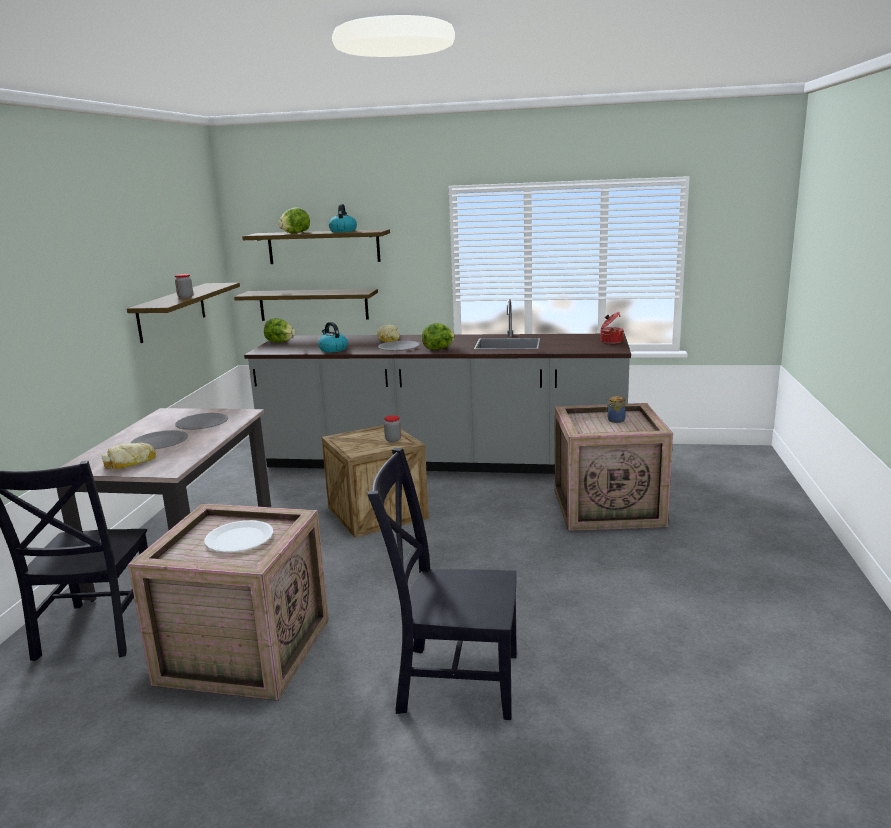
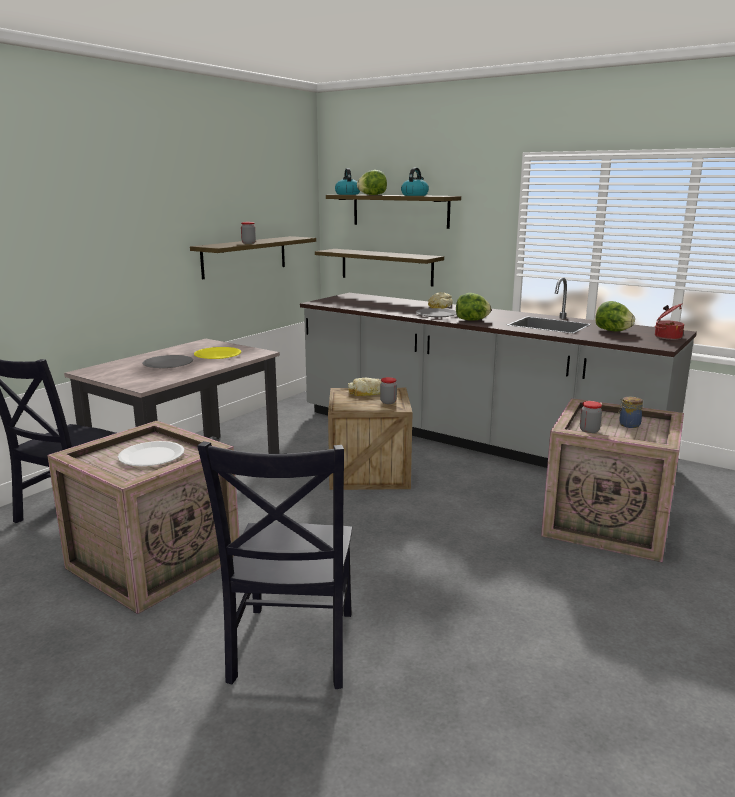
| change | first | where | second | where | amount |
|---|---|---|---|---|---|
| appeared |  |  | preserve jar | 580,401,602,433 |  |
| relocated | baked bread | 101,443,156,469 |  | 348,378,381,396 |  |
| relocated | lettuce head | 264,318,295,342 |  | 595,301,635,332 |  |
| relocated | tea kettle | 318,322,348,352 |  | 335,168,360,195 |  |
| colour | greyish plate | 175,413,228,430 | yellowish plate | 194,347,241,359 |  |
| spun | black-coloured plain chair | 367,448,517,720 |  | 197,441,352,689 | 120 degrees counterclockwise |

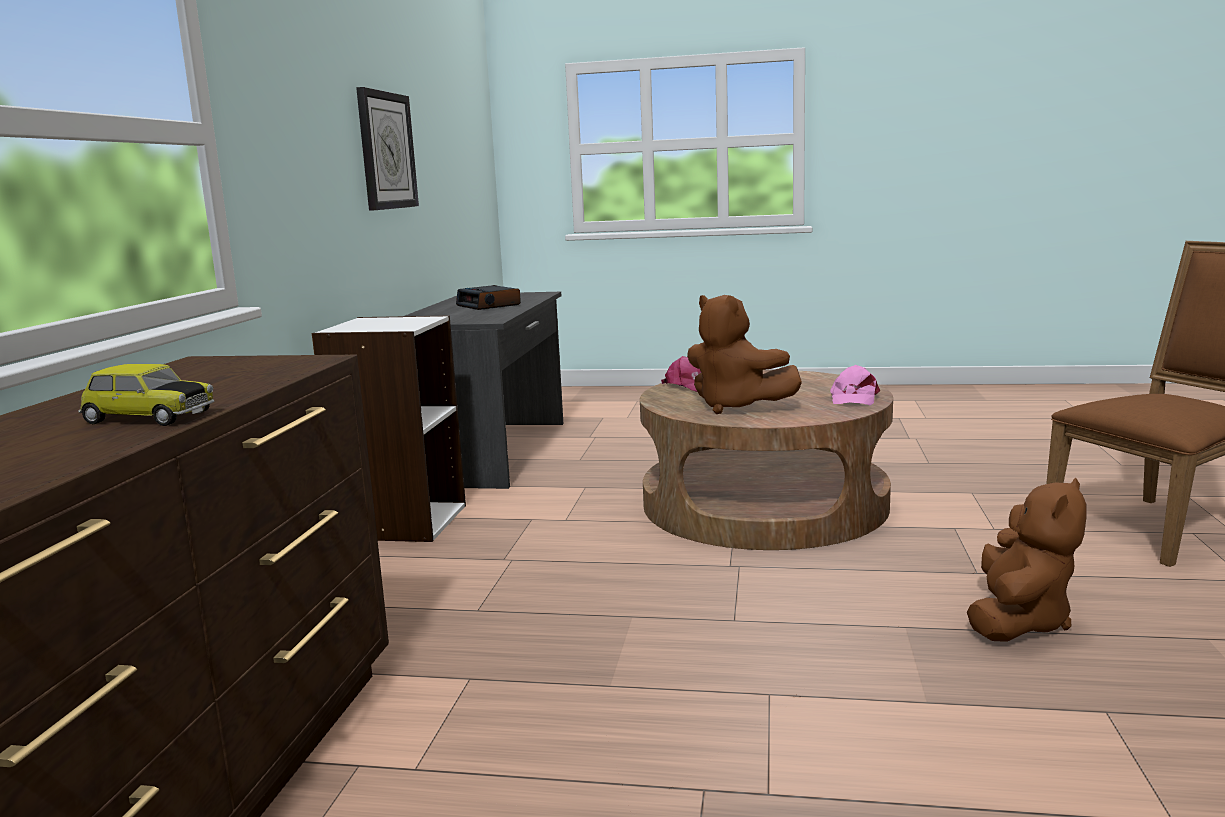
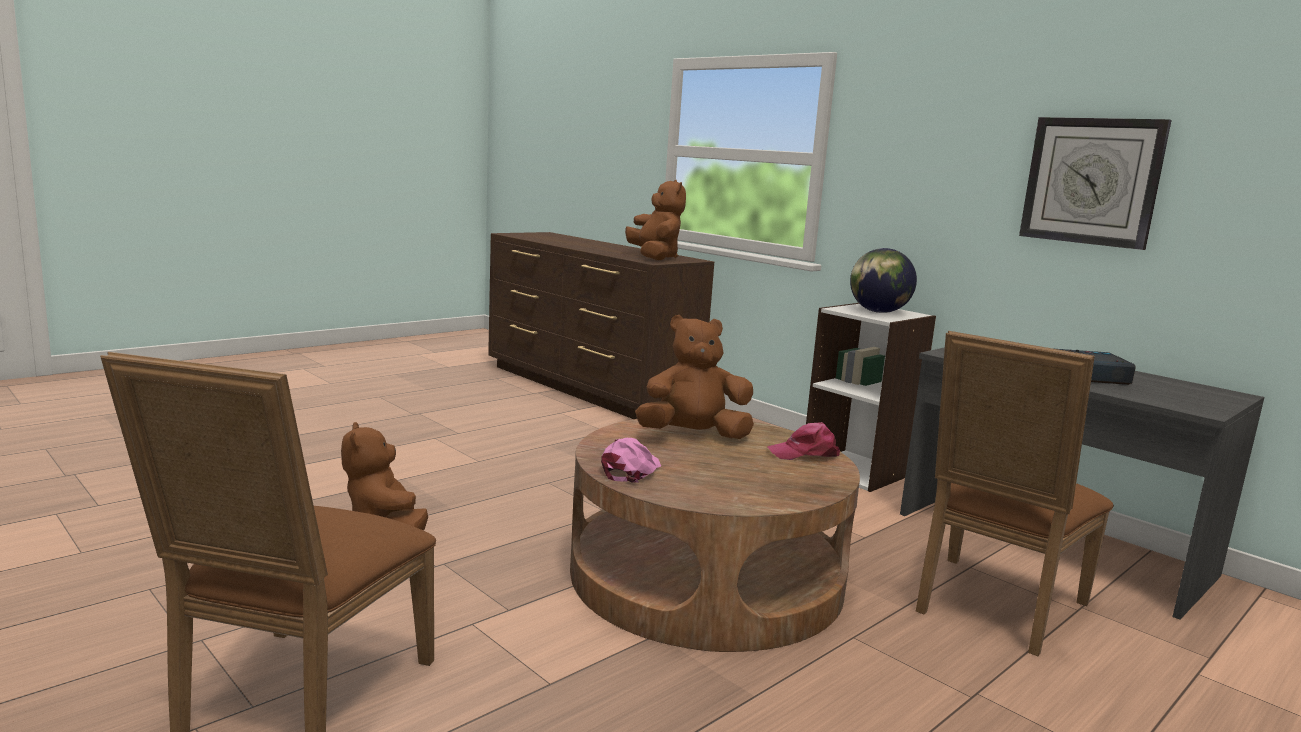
| change | first | where | second | where | amount |
|---|---|---|---|---|---|
| missing | miniature car | 78,364,215,426 |  |  |  |
| appeared |  |  | brownish soft toy | 625,180,686,260 |  |
| appeared |  |  | world globe | 850,248,917,313 |  |
| appeared |  |  | brownish plain chair | 916,331,1114,656 |  |
| spun | pink cap | 830,365,880,405 |  | 601,438,661,483 | 60 degrees clockwise |

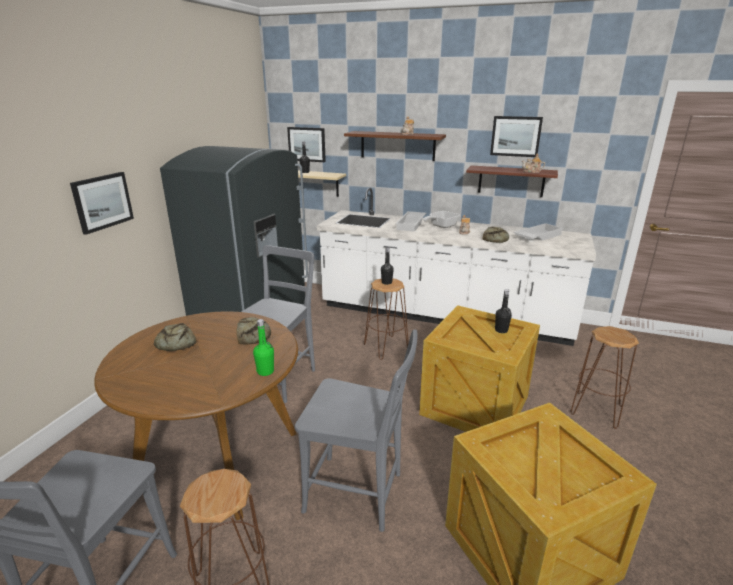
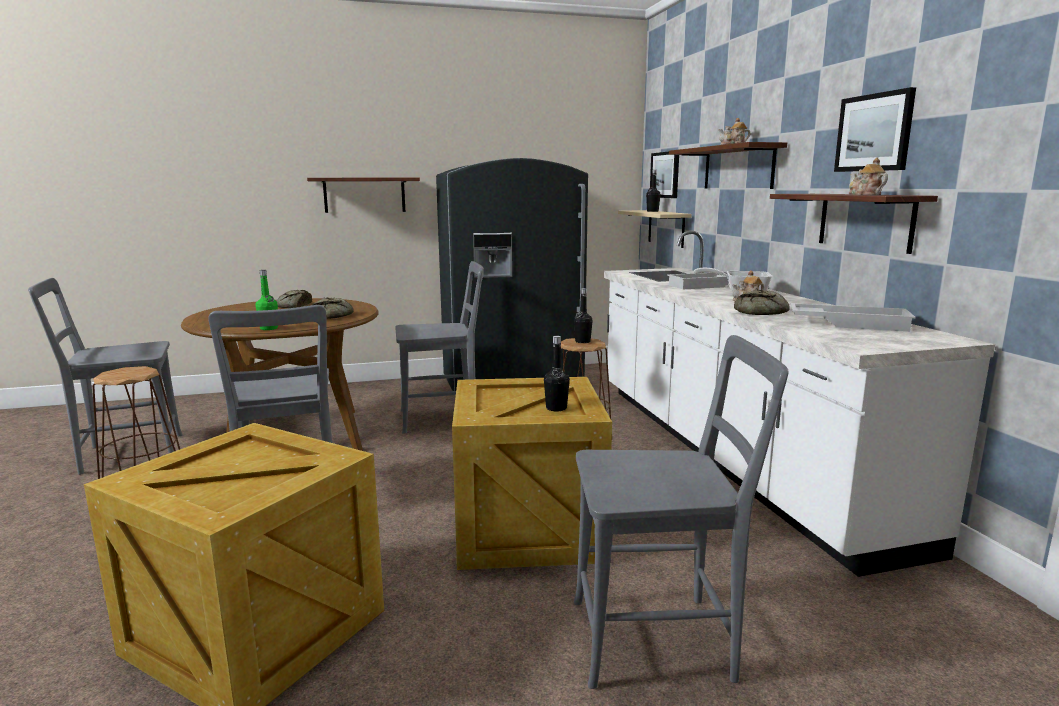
| change | first | where | second | where | amount |
|---|---|---|---|---|---|
| exchanged | wall art | 70,172,134,235 | bracket shelf | 307,178,420,213 |  |
| exchanged | brownish sitting stool | 571,326,639,429 | greyish plain chair | 574,335,789,689 |  |

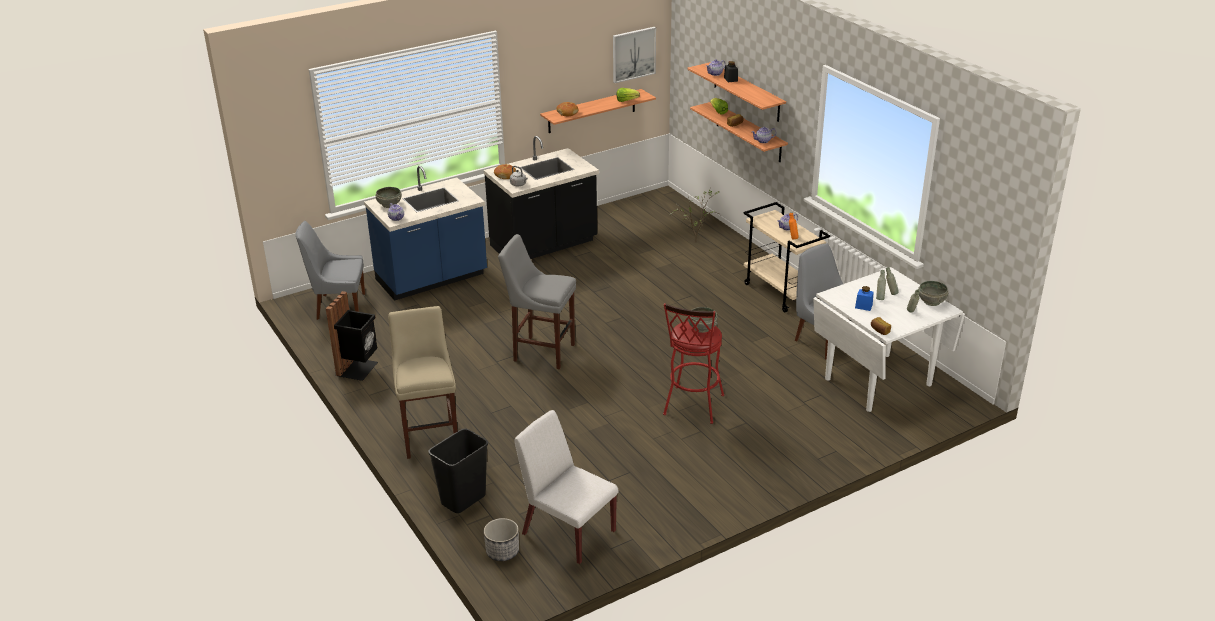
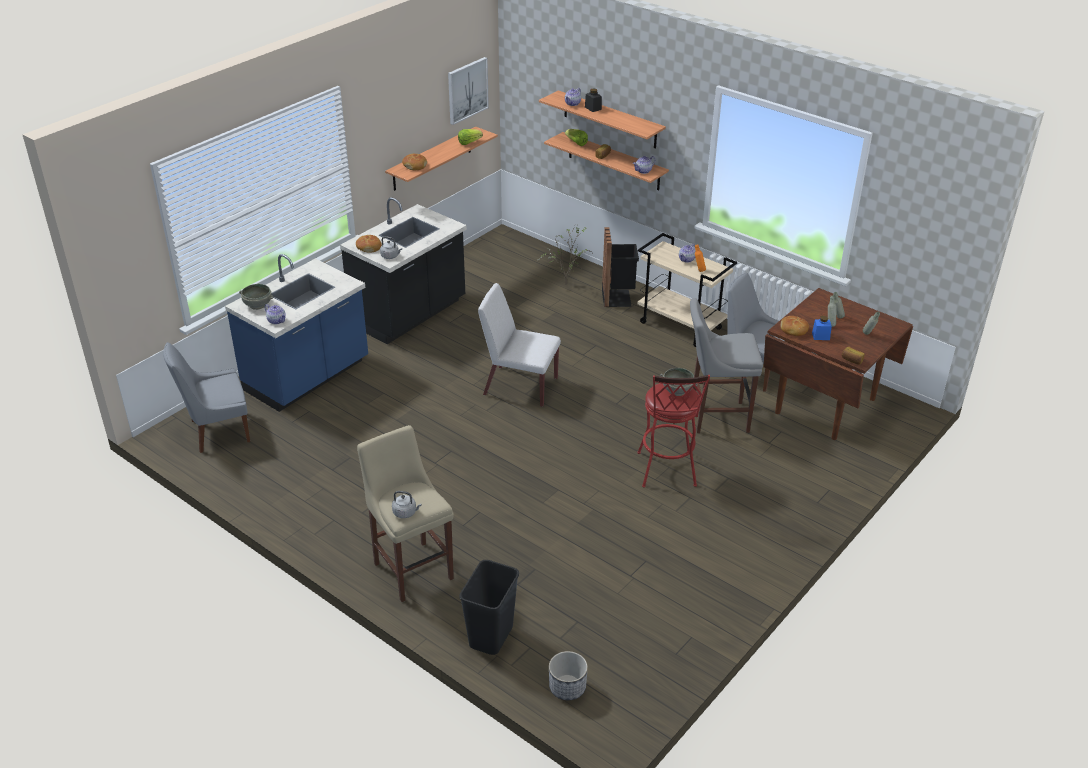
| change | first | where | second | where | amount |
|---|---|---|---|---|---|
| missing | greyish serving bowl | 918,281,949,306 |  |  |  |
| appeared |  |  | greyish tea kettle | 392,491,422,518 |  |
| appeared |  |  | baked bread | 780,316,809,336 |  |
| relocated | black-coloured trash can | 326,291,378,381 |  | 602,227,639,307 |  |
| relocated | greyish sitting stool | 498,234,576,369 |  | 690,298,763,433 |  |
| relocated | whitish plain chair | 514,410,619,564 |  | 478,283,561,407 |  |
| colour | whitish dining table | 813,267,965,412 | brownish dining table | 764,288,913,440 |  |

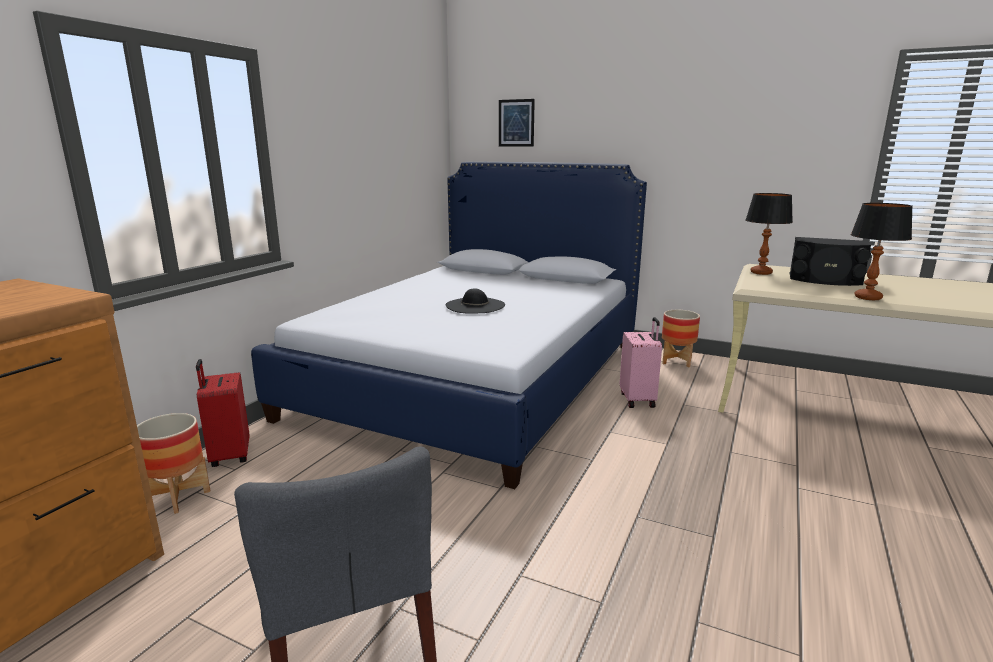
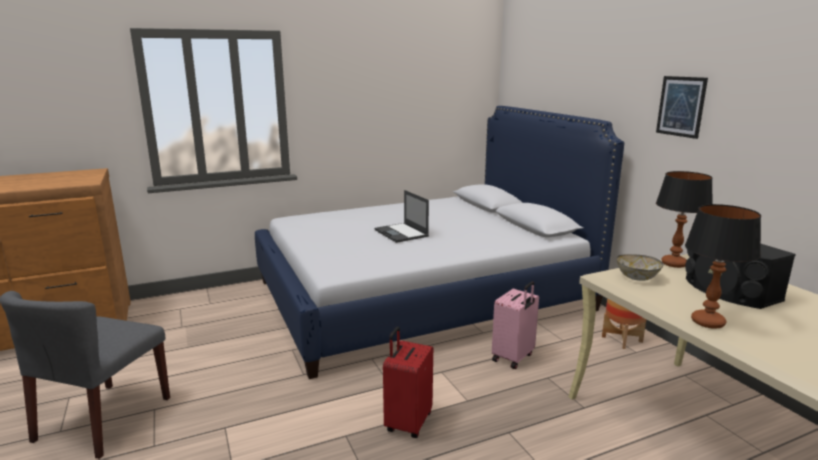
| change | first | where | second | where | amount |
|---|---|---|---|---|---|
| missing | plant pot | 137,413,210,514 |  |  |  |
| appeared |  |  | serving bowl | 617,254,664,281 |  |
| relocated | red-coloured travel case | 196,359,249,467 |  | 383,327,433,438 |  |
| relocated | wall art | 499,99,535,146 |  | 656,76,708,139 |  |
| exchanged | black-coloured hat | 446,288,505,313 | laptop | 375,190,429,243 |  |

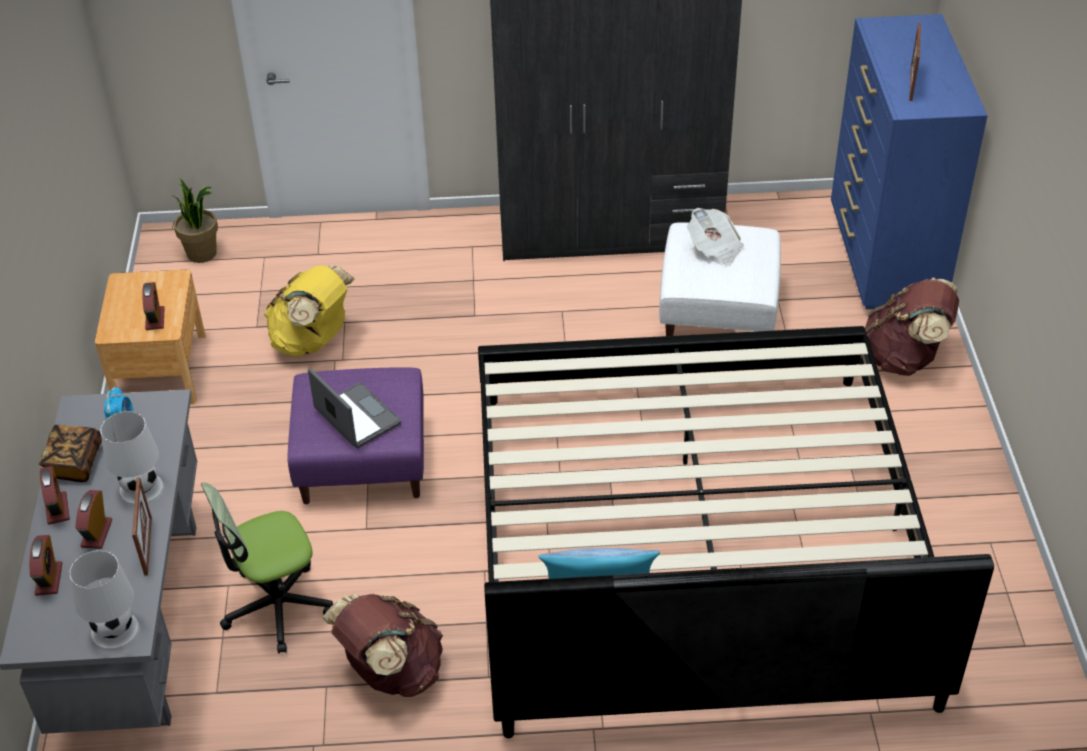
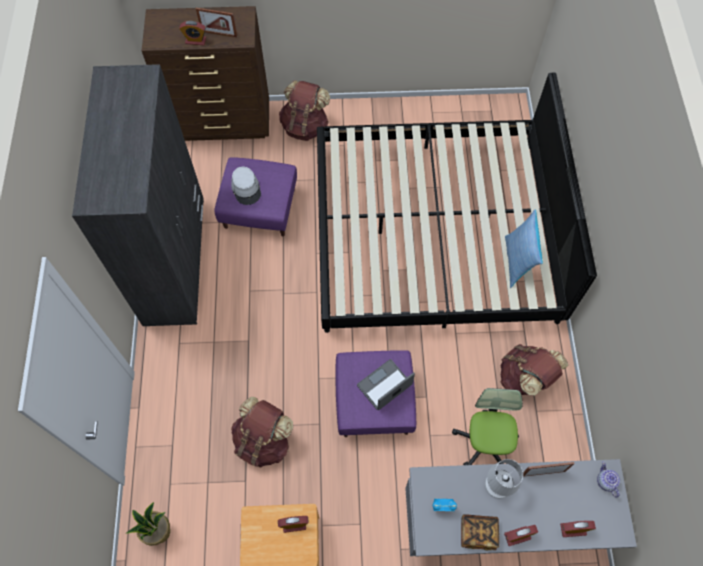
| change | first | where | second | where | amount |
|---|---|---|---|---|---|
| relocated | table clock | 75,490,112,549 |  | 179,21,206,45 |  |
| exchanged | whitish lamp for a table | 69,550,140,651 | pot for tea | 597,462,620,498 |  |
| exchanged | newspaper | 687,208,744,266 | greyish hat | 231,167,261,205 |  |
| colour | yellowish knapsack | 264,265,355,356 | brownish knapsack | 231,397,293,468 |  |
| colour | whitish pouffe | 659,222,781,336 | purple pouffe | 214,157,297,236 |  |
| colour | bluish dresser | 831,14,988,309 | brownish dresser | 142,6,269,141 |  |
| spun | office chair | 201,482,333,653 |  | 452,388,523,465 | 150 degrees counterclockwise |

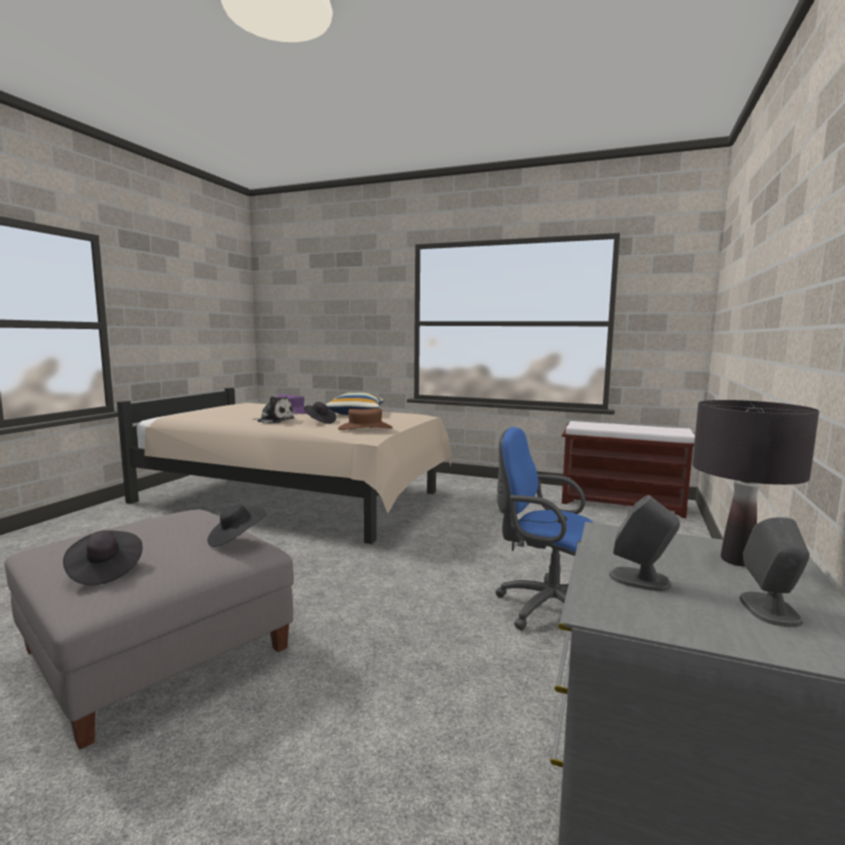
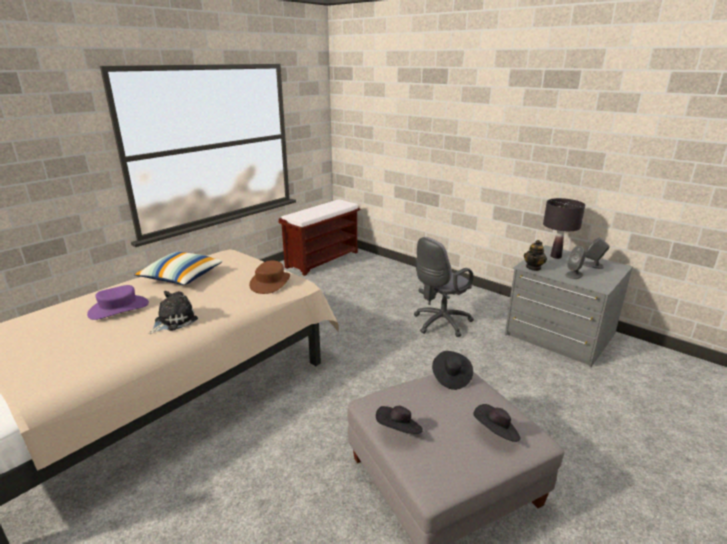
| change | first | where | second | where | amount |
|---|---|---|---|---|---|
| appeared |  |  | pot for tea | 524,240,547,271 |  |
| relocated | black-coloured hat | 304,402,336,424 |  | 376,406,423,434 |  |
| colour | bluish office chair | 495,427,593,630 | greyish office chair | 414,237,474,337 |  |

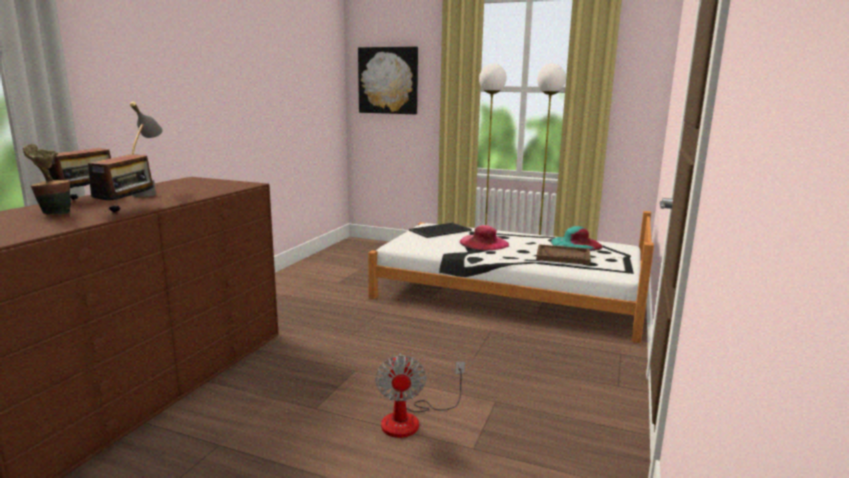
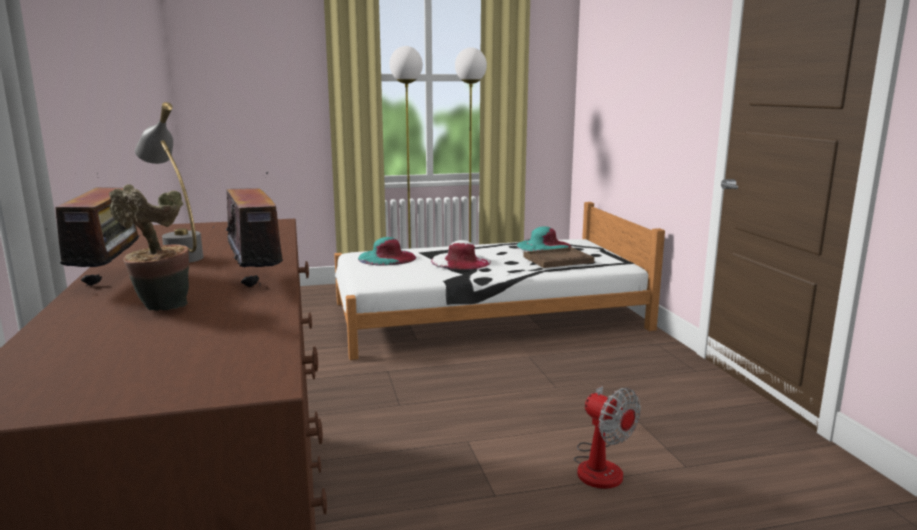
| change | first | where | second | where | amount |
|---|---|---|---|---|---|
| missing | wall art | 358,46,418,114 |  |  |  |
| exchanged | tray | 409,223,472,238 | turquoise hat | 358,237,416,265 |  |
| colour | pink hat | 460,225,509,250 | whitish hat | 431,240,491,270 |  |

